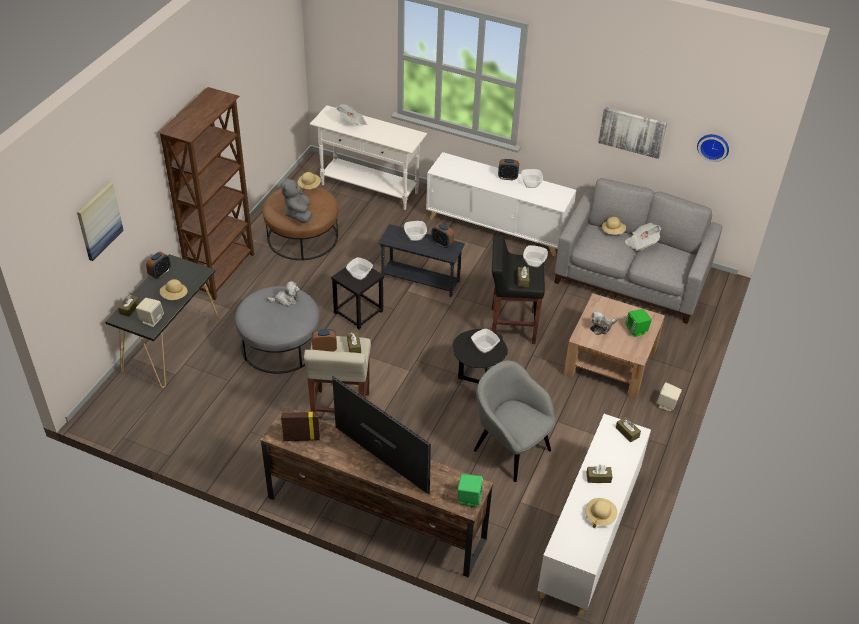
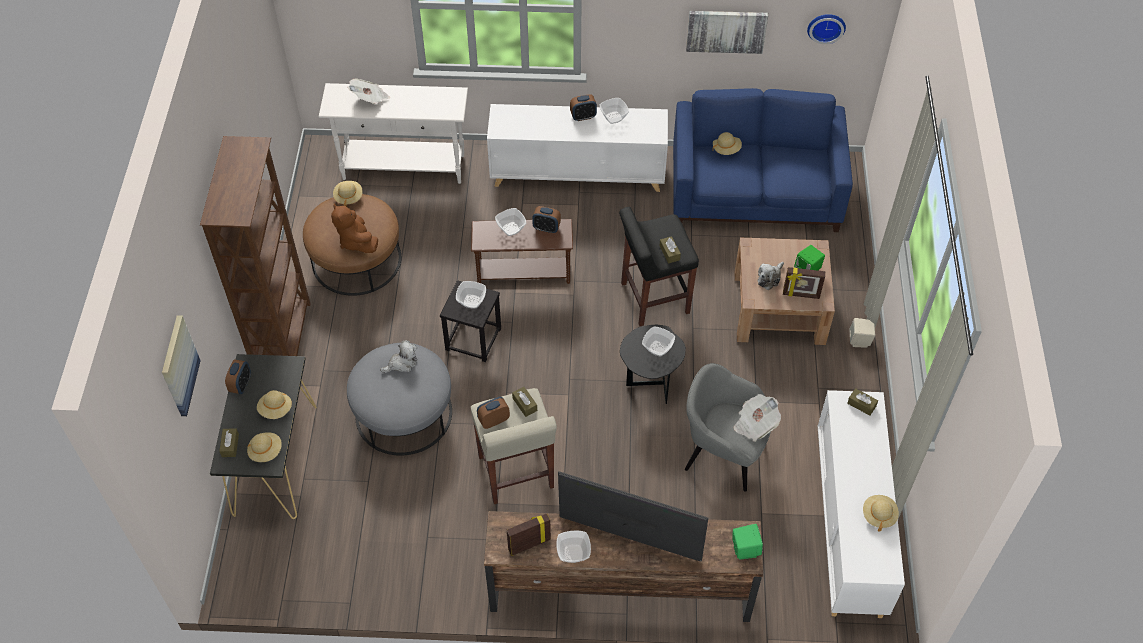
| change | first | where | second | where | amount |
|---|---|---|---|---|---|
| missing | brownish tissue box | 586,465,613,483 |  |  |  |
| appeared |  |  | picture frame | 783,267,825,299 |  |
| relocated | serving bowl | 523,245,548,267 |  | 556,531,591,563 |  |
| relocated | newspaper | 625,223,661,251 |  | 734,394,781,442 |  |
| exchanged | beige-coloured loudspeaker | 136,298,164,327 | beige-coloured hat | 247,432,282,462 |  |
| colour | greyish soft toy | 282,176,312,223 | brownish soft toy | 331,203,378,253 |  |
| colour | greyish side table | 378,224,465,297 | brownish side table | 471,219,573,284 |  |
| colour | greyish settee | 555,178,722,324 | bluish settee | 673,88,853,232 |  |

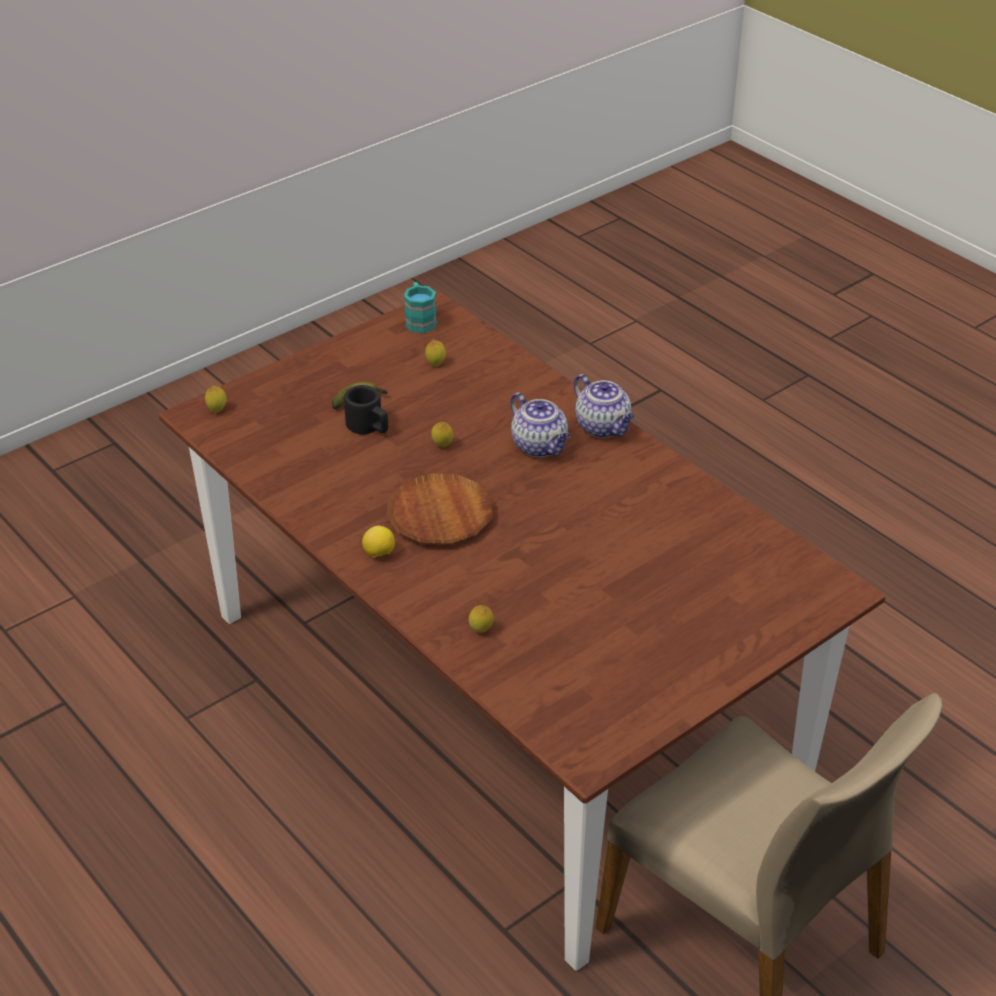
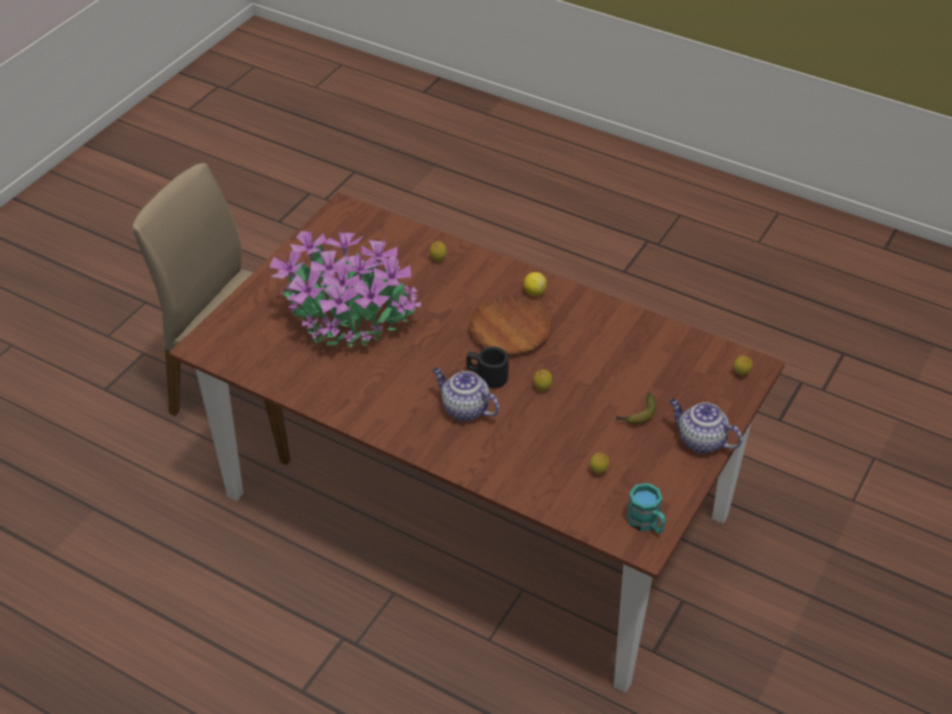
| change | first | where | second | where | amount |
|---|---|---|---|---|---|
| appeared |  |  | plant in a pot | 269,225,421,347 |  |
| relocated | black-coloured mug | 344,385,388,435 |  | 466,346,509,388 |  |
| relocated | pot for tea | 574,374,635,438 |  | 669,399,743,454 |  |

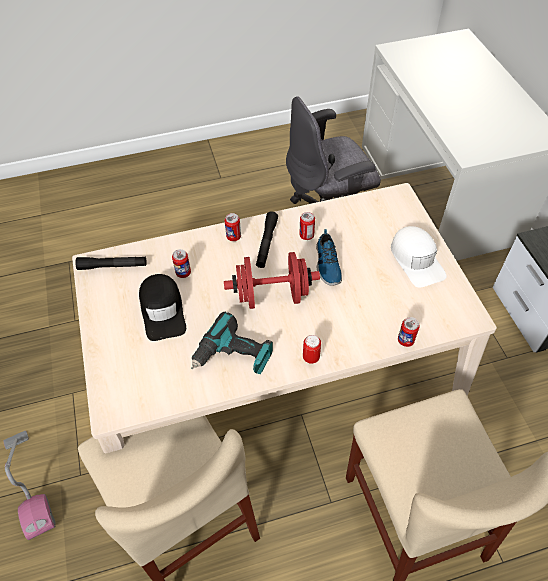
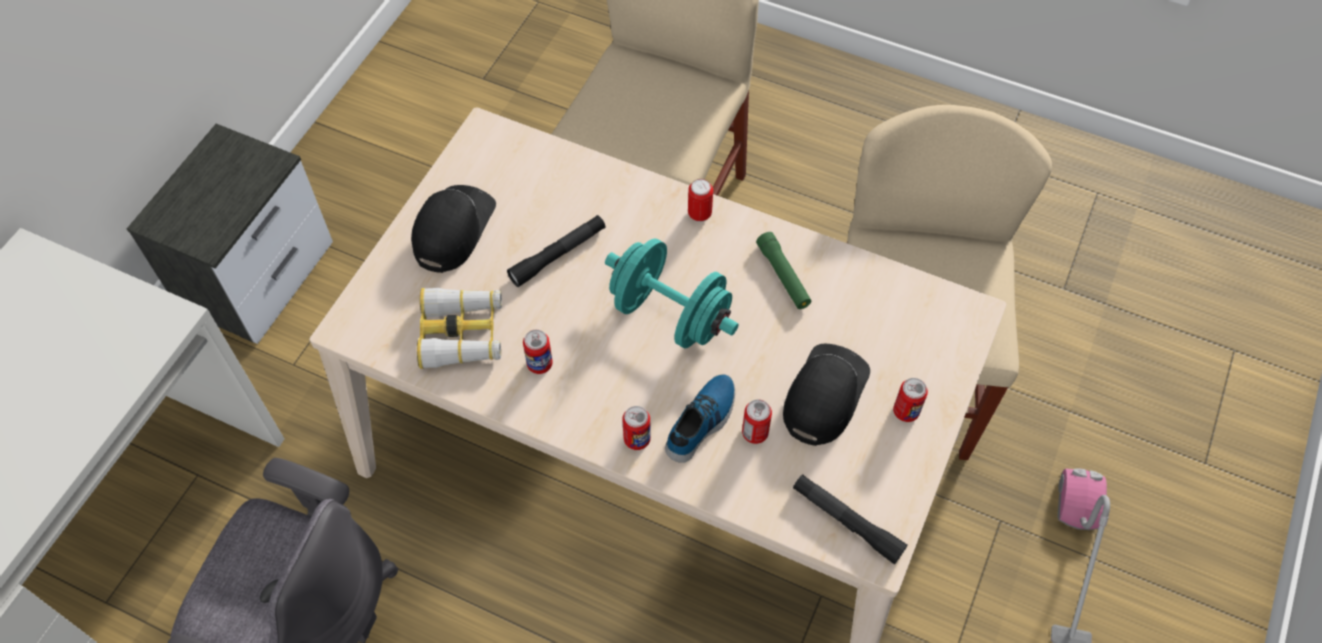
| change | first | where | second | where | amount |
|---|---|---|---|---|---|
| appeared |  |  | binoculars | 417,288,502,369 |  |
| relocated | black-coloured torch | 256,211,278,268 |  | 507,215,606,287 |  |
| relocated | low shoe | 316,229,342,285 |  | 665,374,735,463 |  |
| relocated | metal can | 398,317,420,347 |  | 893,378,928,422 |  |
| exchanged | electric drill | 191,312,273,374 | green-coloured torch | 756,232,811,309 |  |
| colour | red-coloured free weight | 224,252,320,309 | turquoise free weight | 605,238,739,348 |  |
| colour | whitish cap | 391,226,447,288 | black-coloured cap | 411,185,496,273 |  |

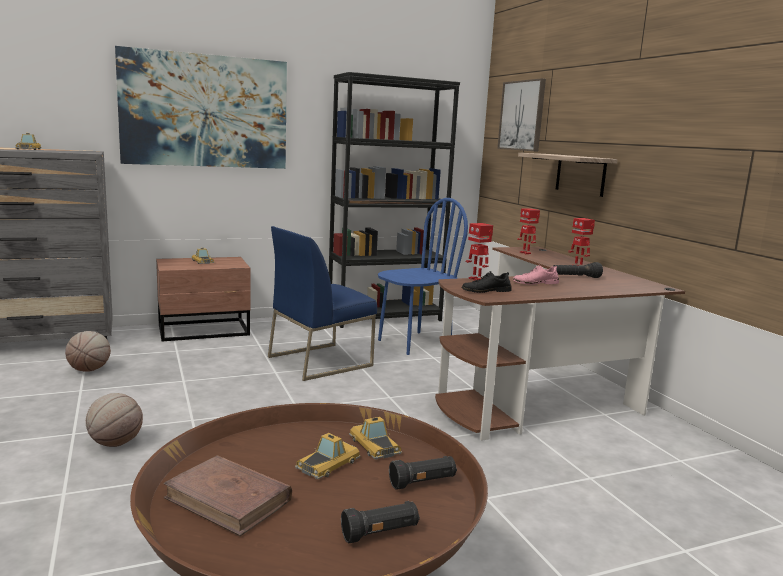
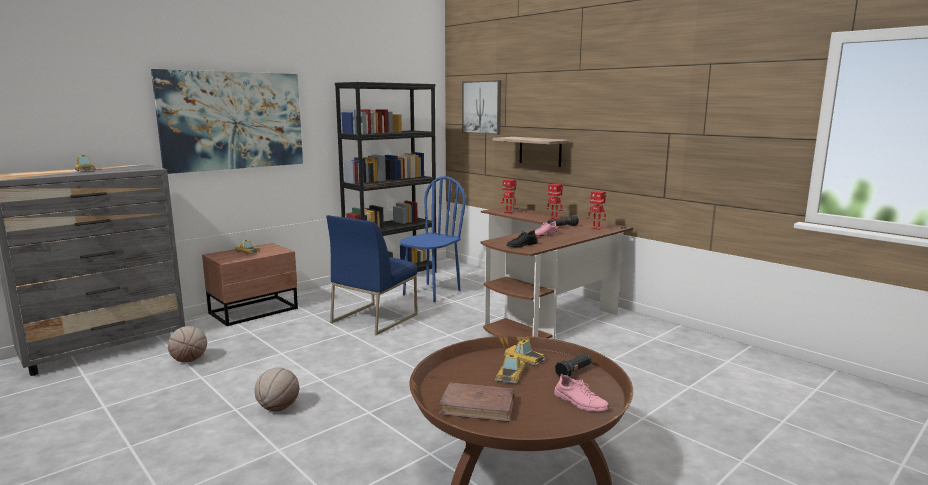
| change | first | where | second | where | amount |
|---|---|---|---|---|---|
| relocated | model robot | 466,223,493,281 |  | 587,191,606,230 |  |
| exchanged | black-coloured torch | 341,501,420,543 | pink low shoe | 554,374,609,412 |  |

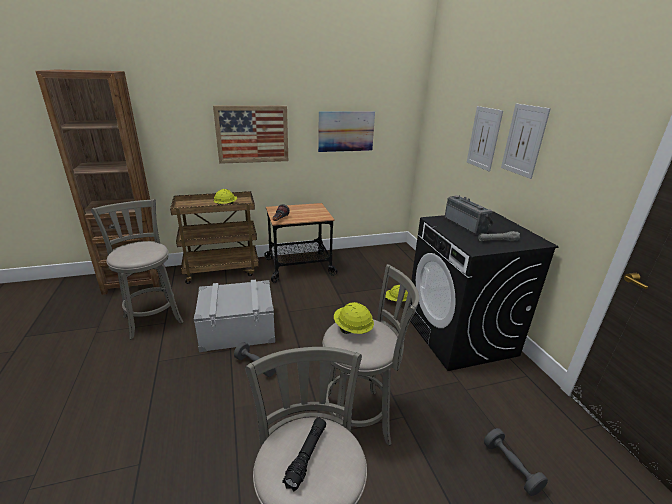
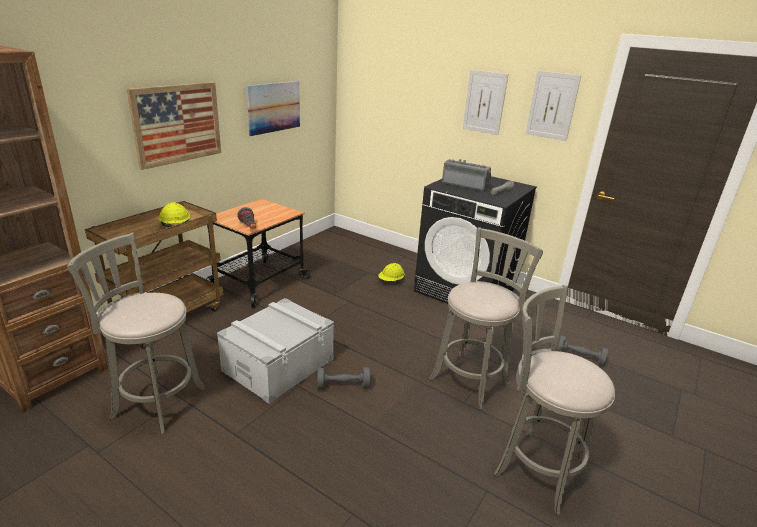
| change | first | where | second | where | amount |
|---|---|---|---|---|---|
| missing | black-coloured torch | 282,418,326,491 |  |  |  |
| missing | yellowish work helmet | 334,302,374,334 |  |  |  |
| relocated | wall art | 467,106,503,172 |  | 526,71,581,141 |  |

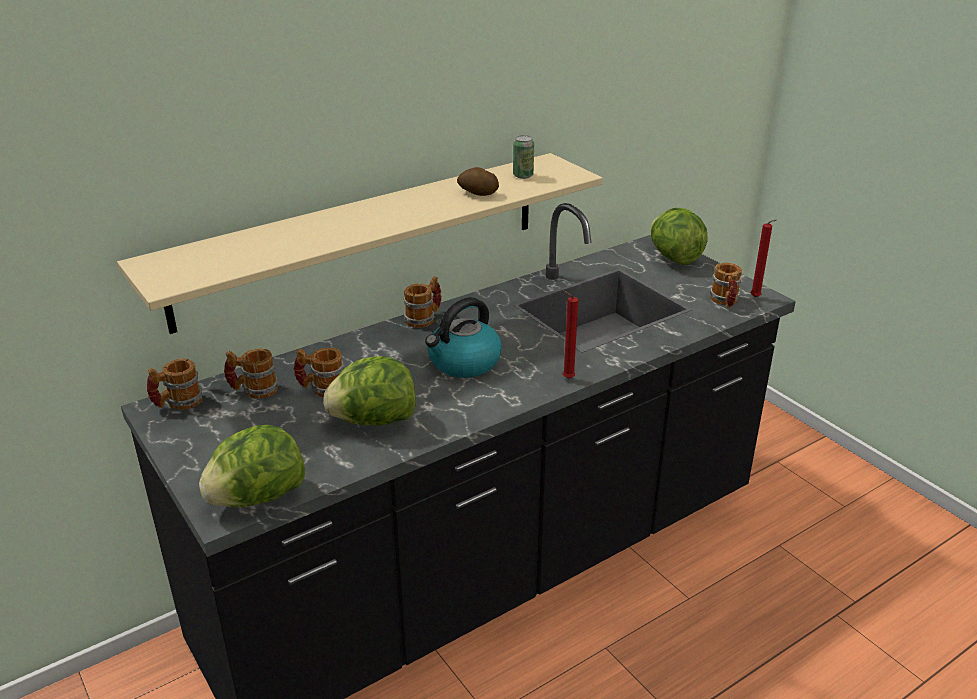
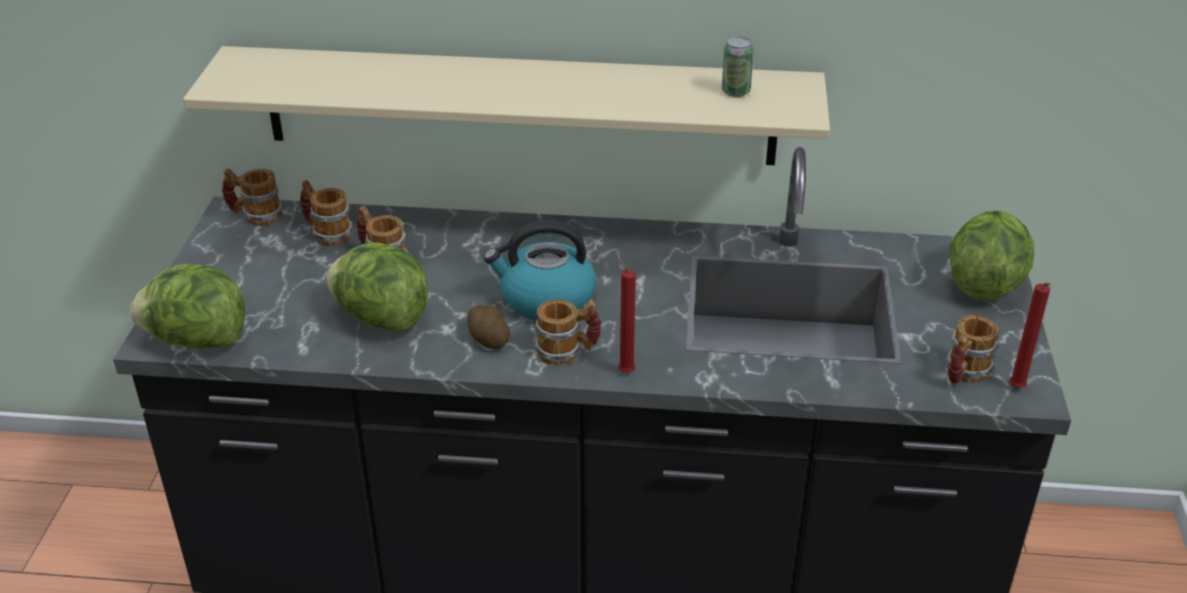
| change | first | where | second | where | amount |
|---|---|---|---|---|---|
| relocated | mug | 404,276,441,328 |  | 534,299,601,365 |  |
| relocated | potato | 457,167,499,196 |  | 467,305,510,349 |  |

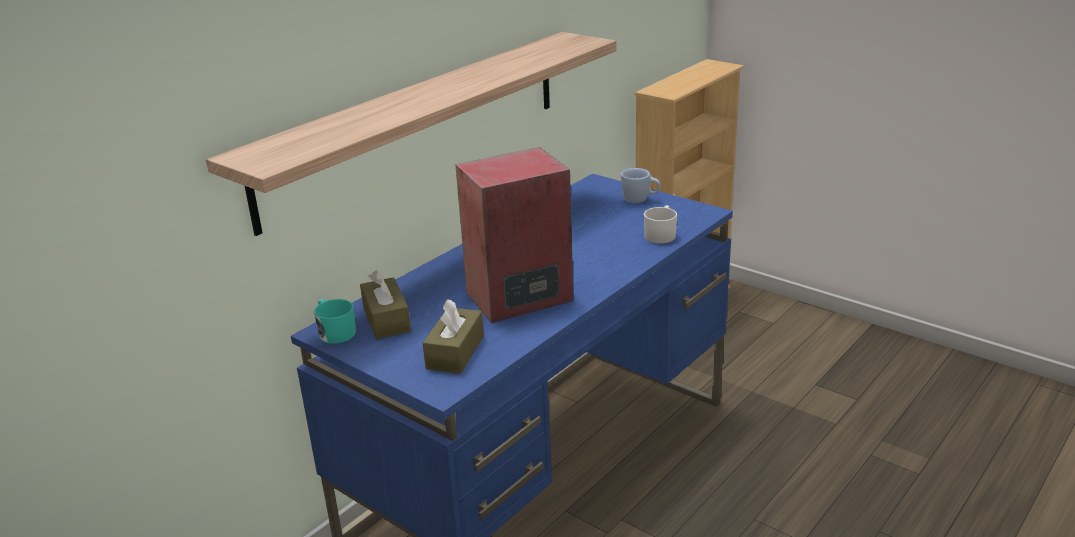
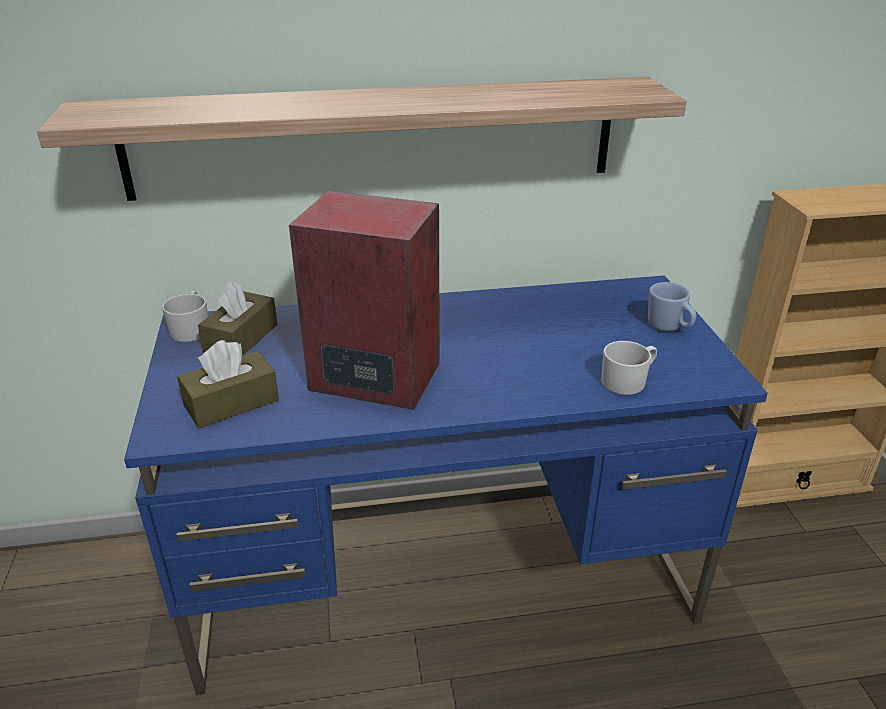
| change | first | where | second | where | amount |
|---|---|---|---|---|---|
| colour | turquoise mug | 314,299,356,344 | whitish mug | 162,291,208,342 |  |

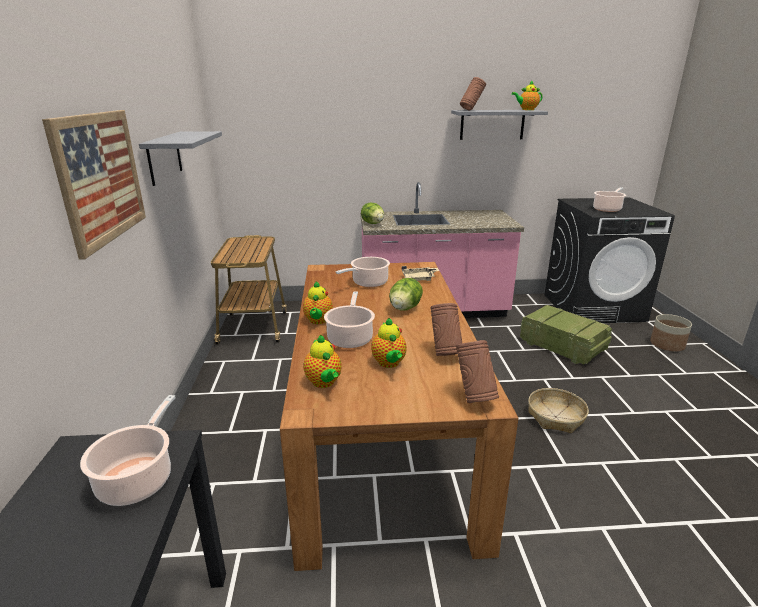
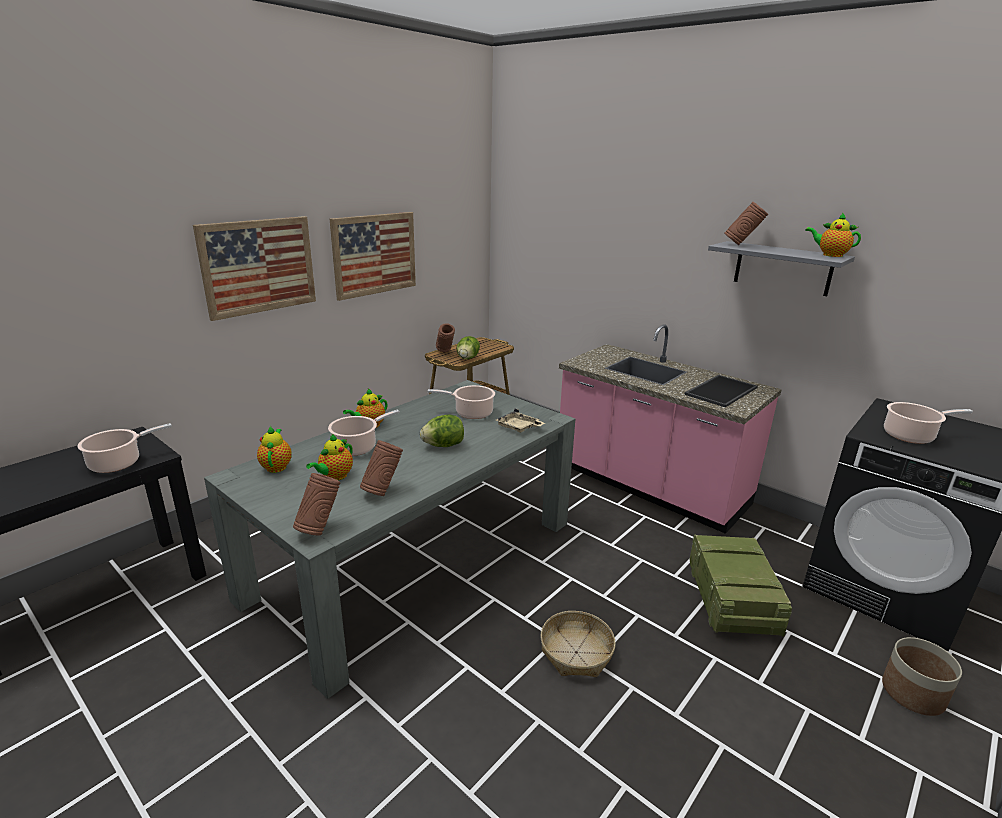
| change | first | where | second | where | amount |
|---|---|---|---|---|---|
| appeared |  |  | brownish decorative vase | 436,323,455,352 |  |
| appeared |  |  | tray | 684,375,758,407 |  |
| relocated | lettuce head | 361,203,384,224 |  | 456,336,480,359 |  |
| exchanged | greyish bracket shelf | 139,131,222,186 | wall art | 330,212,416,301 |  |
| colour | brownish dining table | 280,262,518,571 | greyish dining table | 204,380,575,699 |  |
| spun | pot for tea | 303,335,342,388 |  | 257,426,292,473 | 150 degrees clockwise |

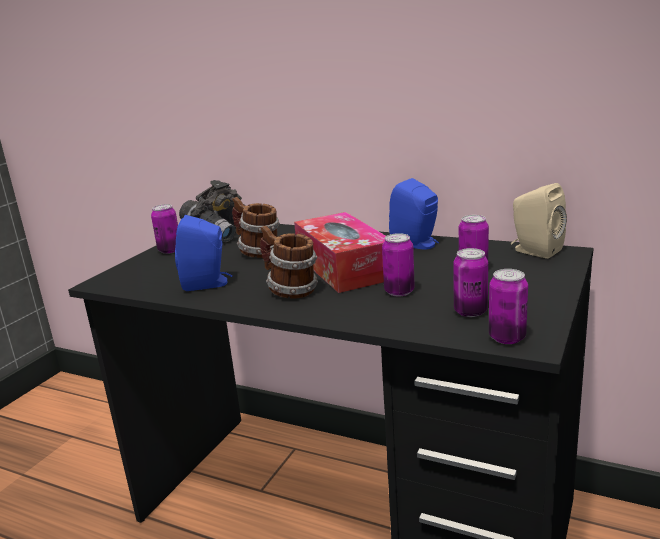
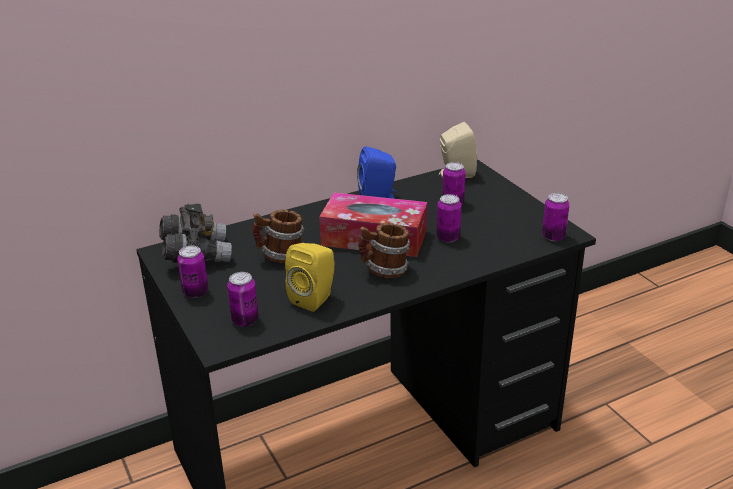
| change | first | where | second | where | amount |
|---|---|---|---|---|---|
| relocated | metal can | 453,248,488,317 |  | 227,272,258,327 |  |
| colour | bluish loudspeaker | 175,215,232,291 | yellowish loudspeaker | 285,243,334,312 |  |

